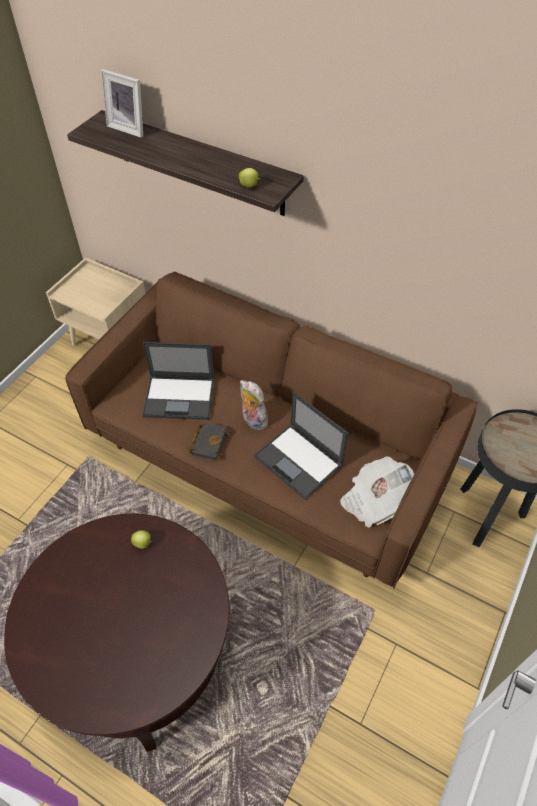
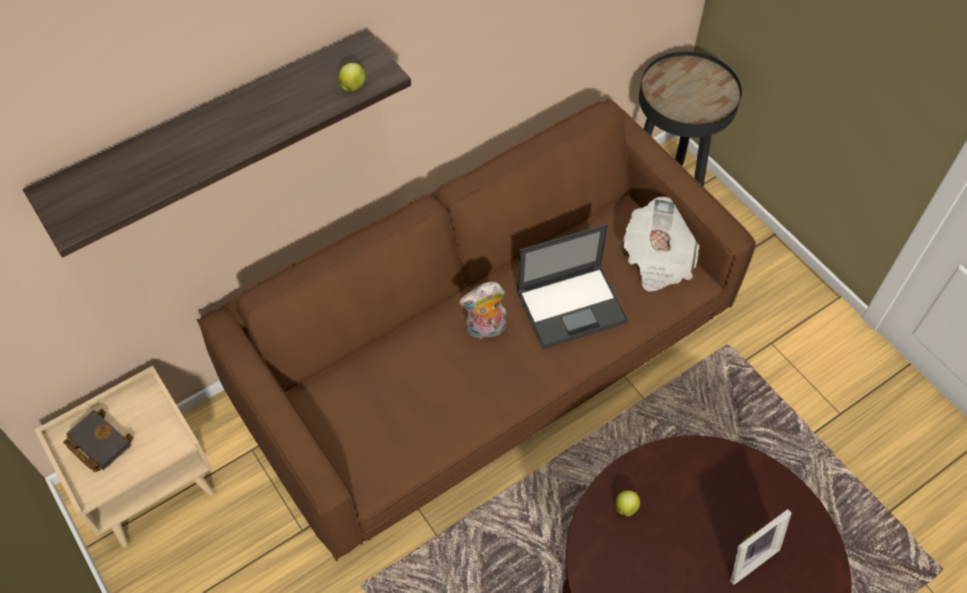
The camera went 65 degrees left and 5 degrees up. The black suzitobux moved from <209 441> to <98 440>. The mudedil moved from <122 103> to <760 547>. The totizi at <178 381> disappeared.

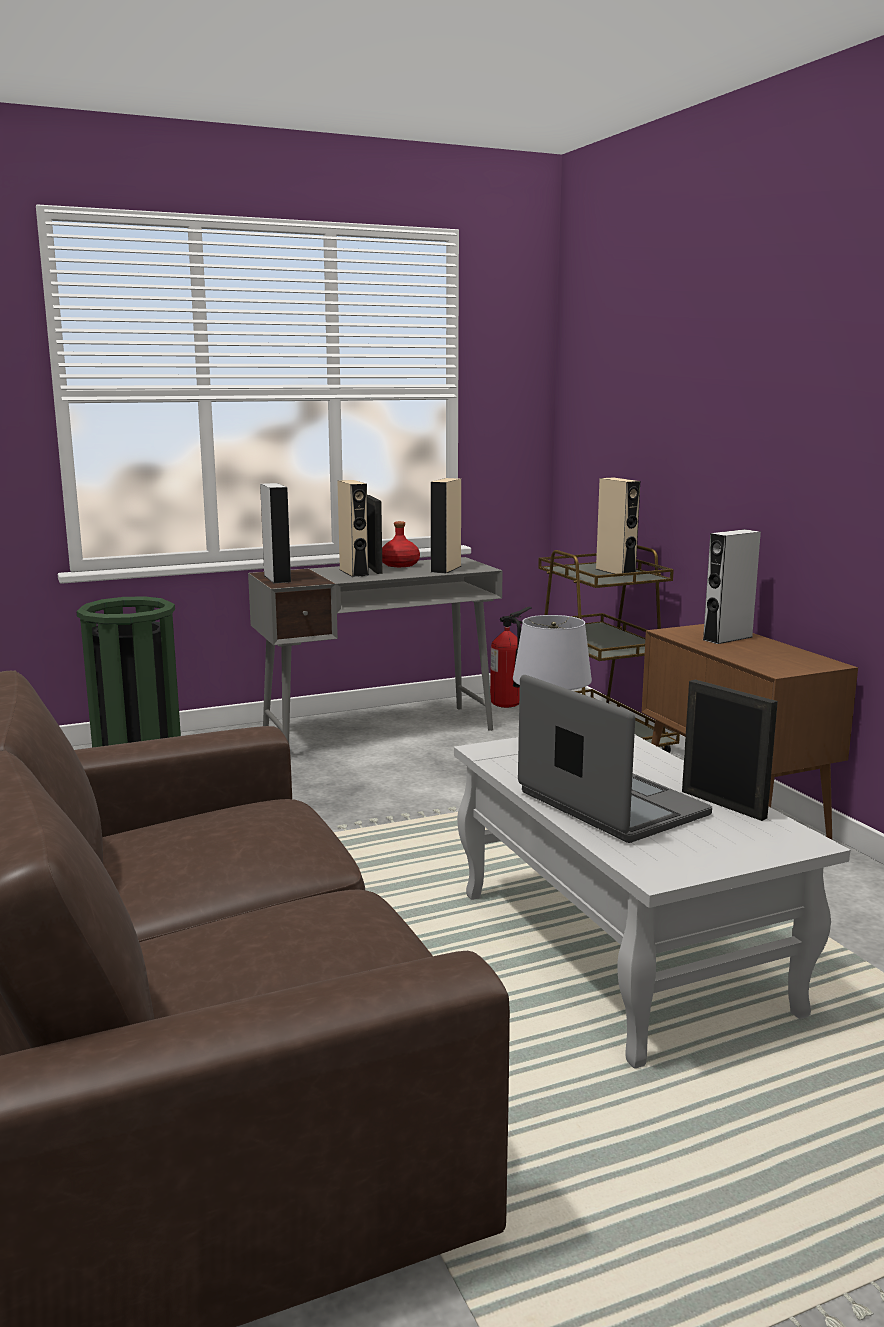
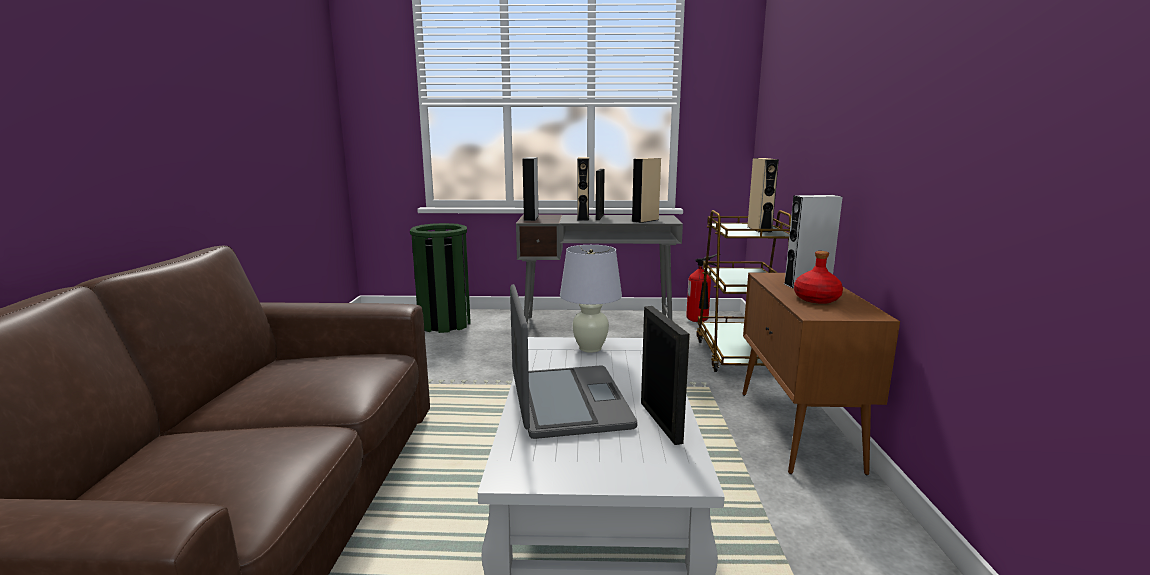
The camera went 25 degrees right and 0 degrees up. The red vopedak moved from <401 544> to <818 277>.

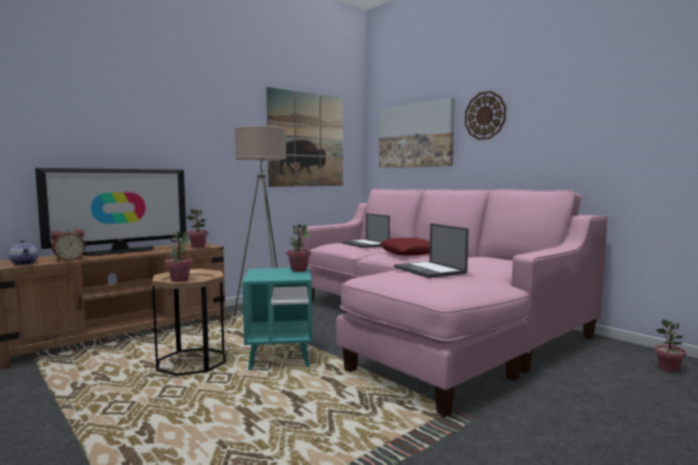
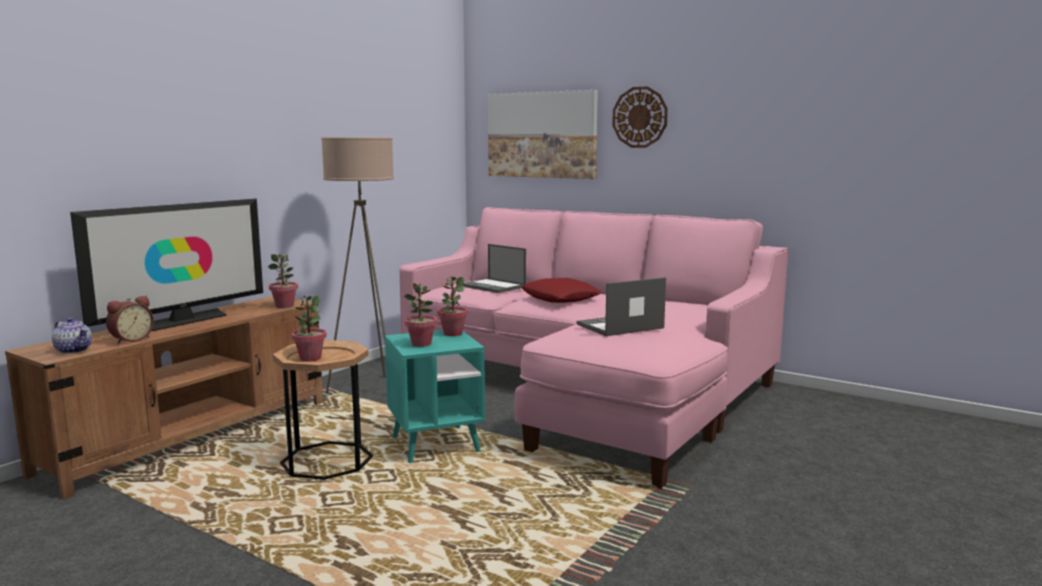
The camera went 15 degrees left and 5 degrees up. The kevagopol moved from <670 346> to <420 315>. The totizi at <431 250> turned 105 degrees clockwise. The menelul at <304 137> disappeared.

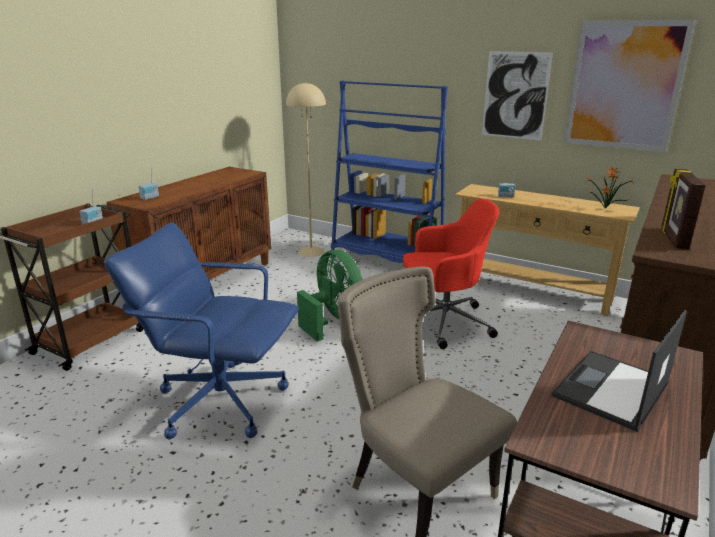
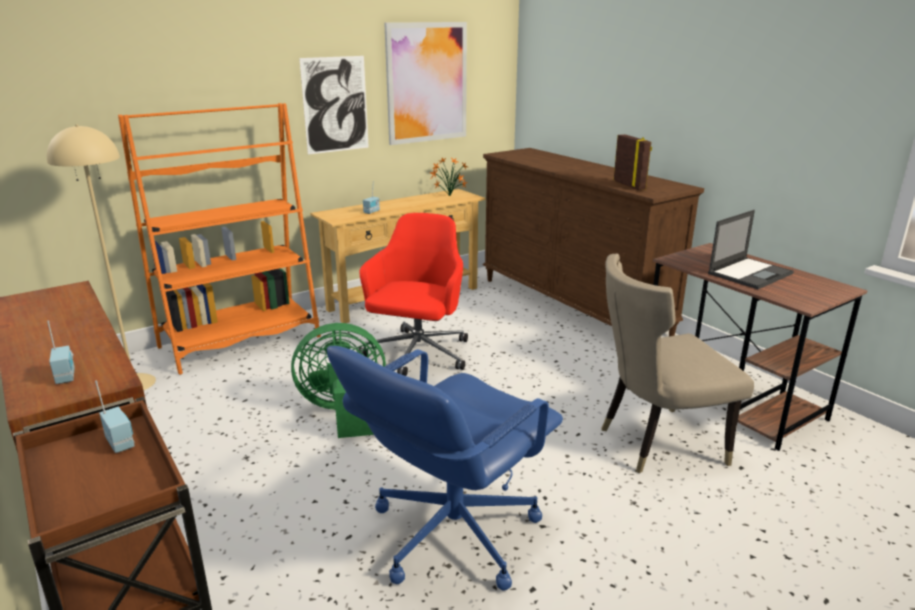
The camera went 65 degrees left and 0 degrees up. The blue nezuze at <389 171> became the orange nezuze at <219 239>. The mudedil at <683 209> turned 150 degrees counterclockwise. The totizi at <619 370> turned 105 degrees counterclockwise.

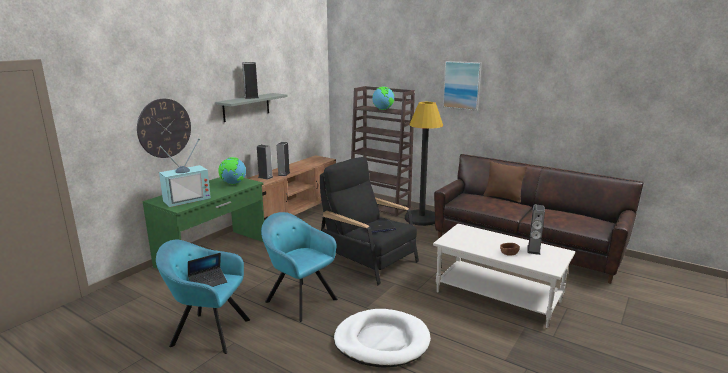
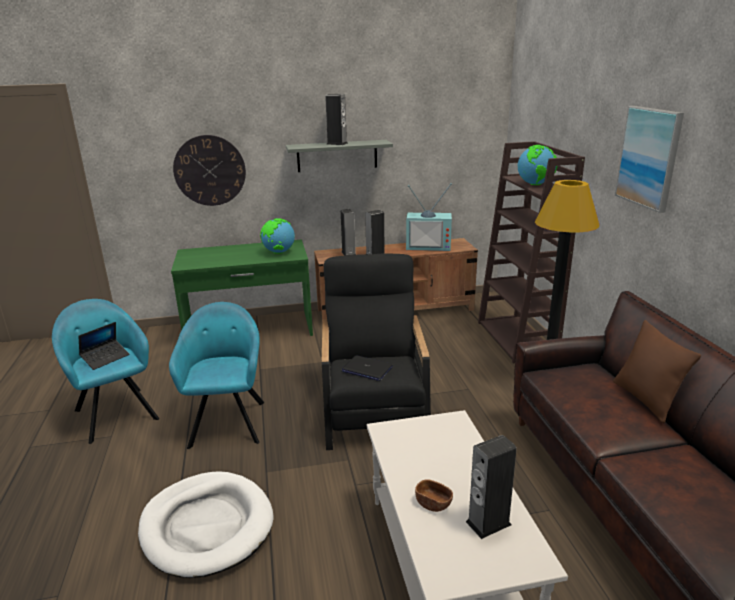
The camera went 45 degrees right and 5 degrees up. The totizi at <207 270> turned 60 degrees counterclockwise. The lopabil moved from <185 172> to <429 217>.

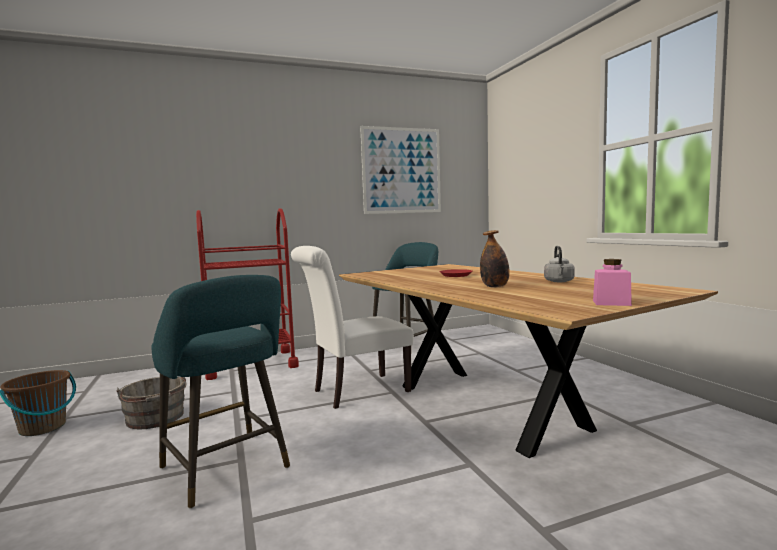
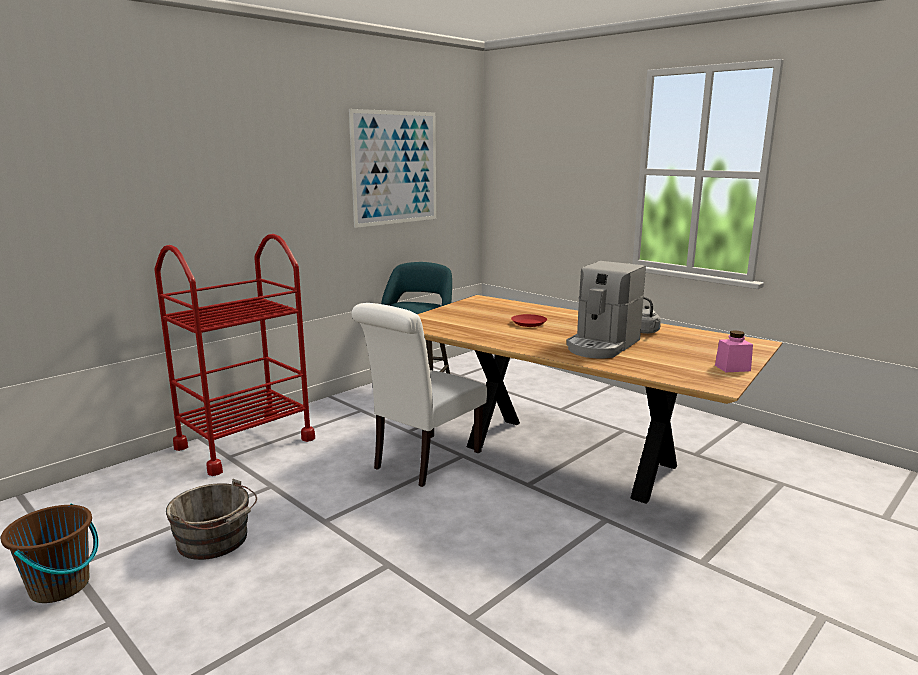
The camera went 25 degrees left and 10 degrees up. The vopedak at <495 259> was replaced by the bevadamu at <606 309>. The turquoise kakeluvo at <221 392> disappeared.

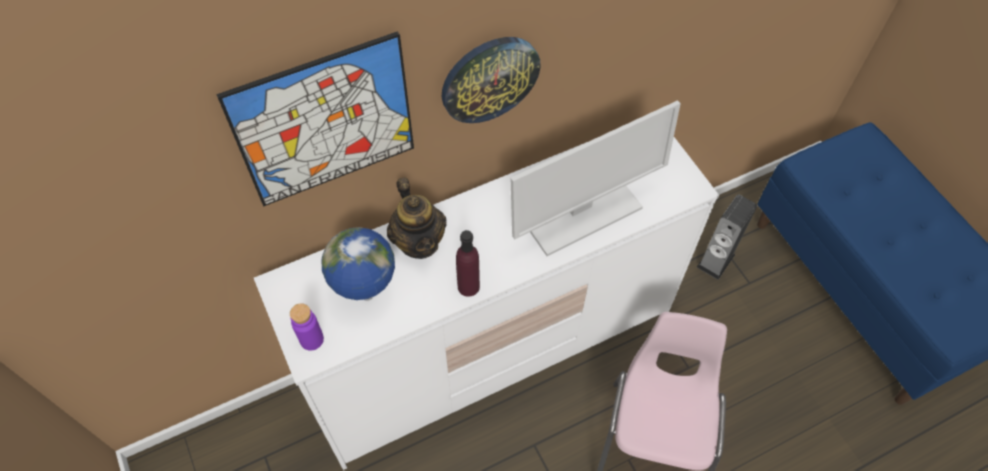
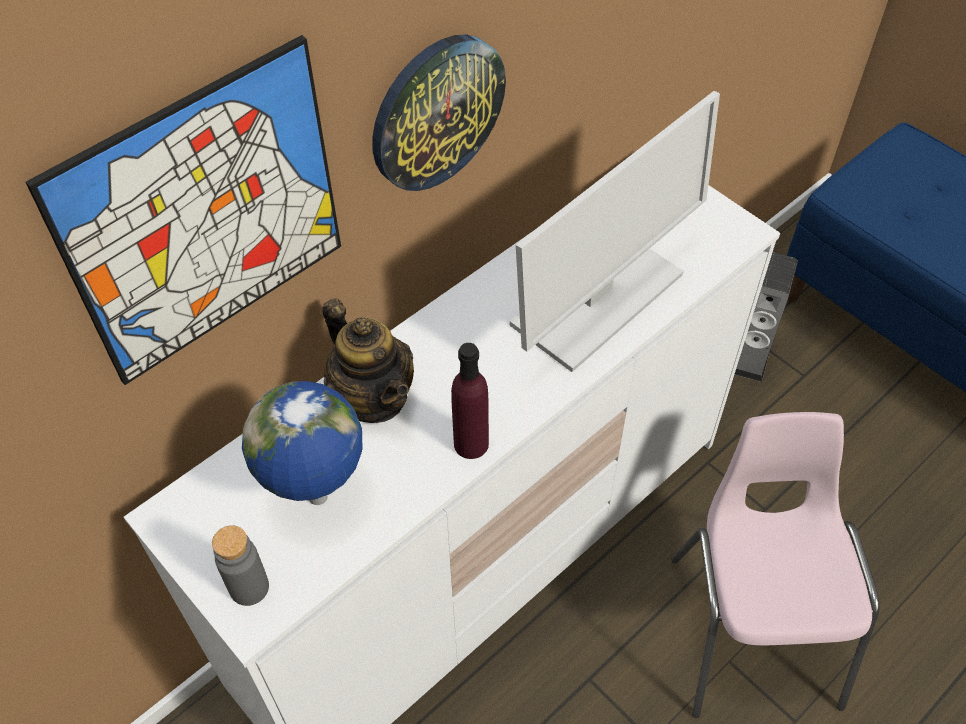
The camera went 15 degrees left and 5 degrees down. The purple vopedak at <307 326> became the grey vopedak at <240 565>.

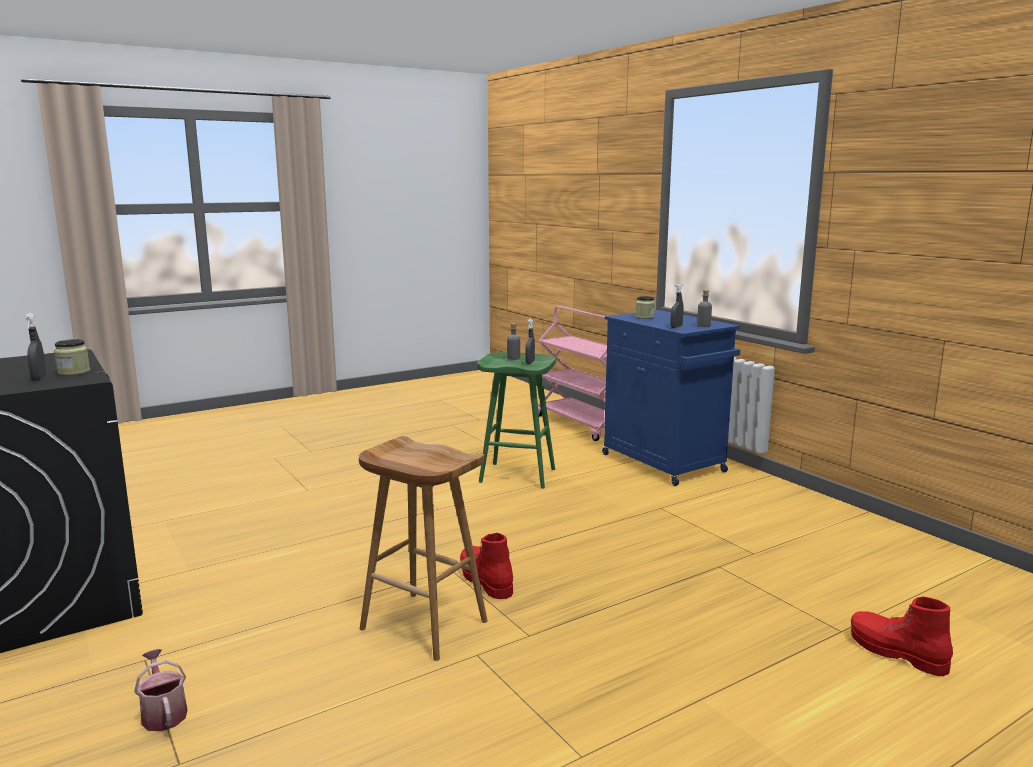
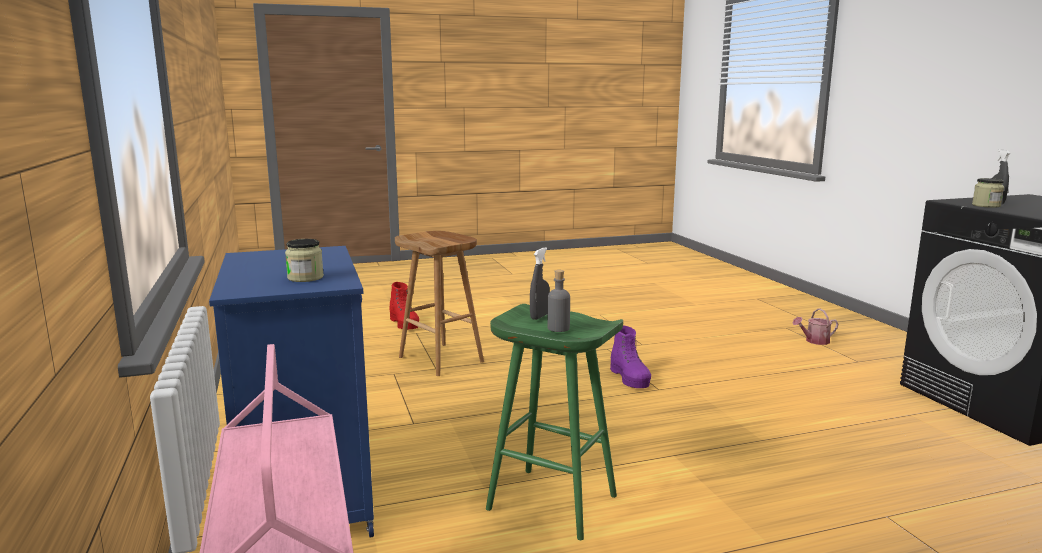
The camera went 165 degrees left and 0 degrees up. The brown kakeluvo moved from <423 548> to <439 303>. The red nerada at <486 566> became the purple nerada at <630 356>. The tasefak at <161 690> turned 90 degrees clockwise. The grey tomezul at <677 305> disappeared. The grey vopedak at <704 308> disappeared.

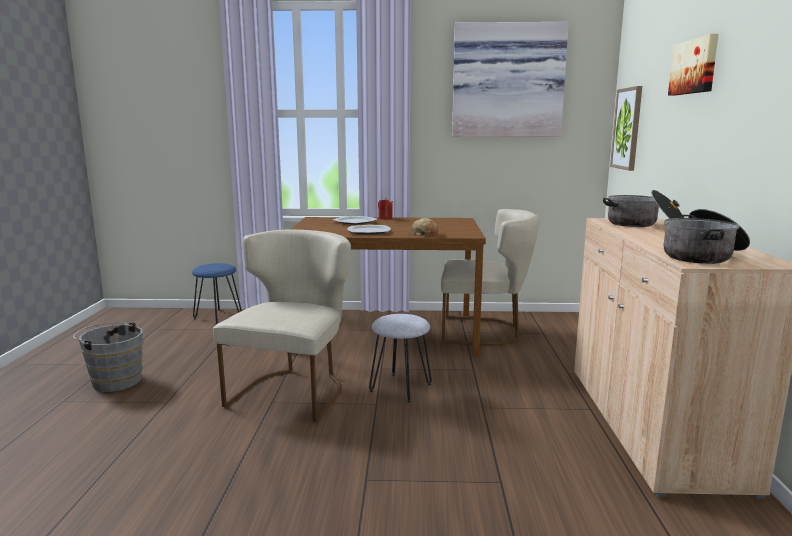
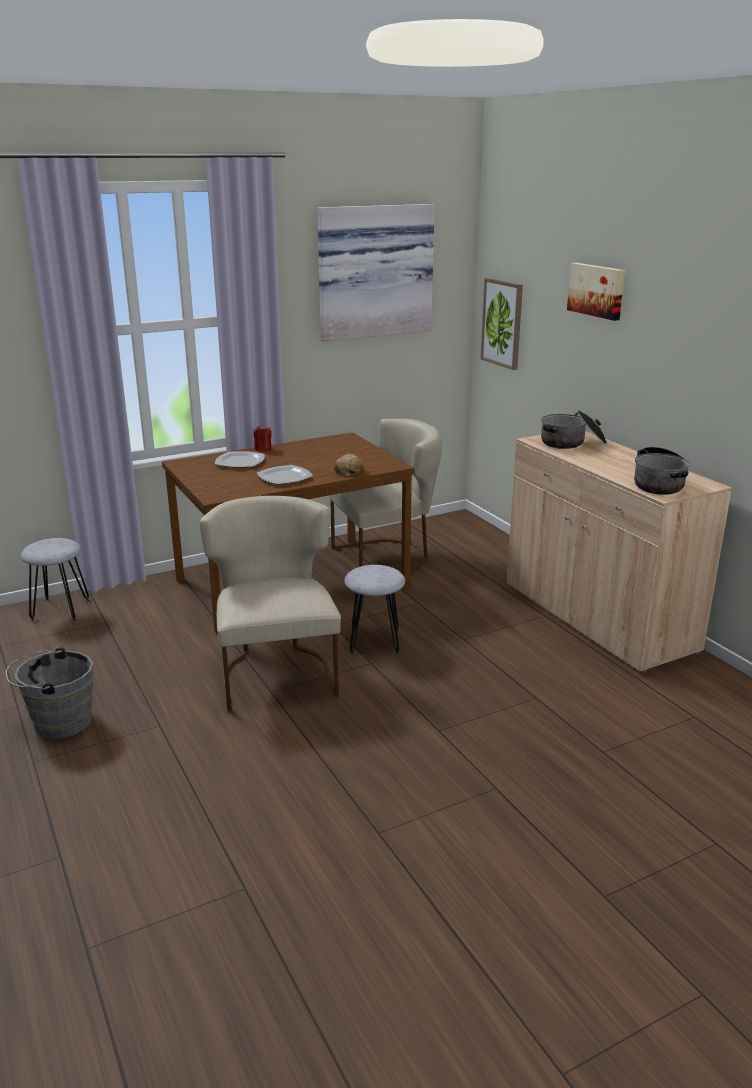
The camera went 30 degrees left and 10 degrees up. The blue kakeluvo at <217 294> became the grey kakeluvo at <55 579>.

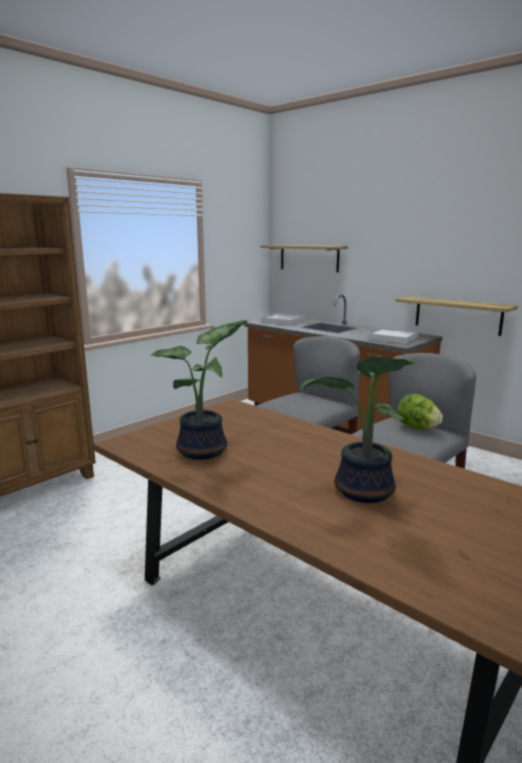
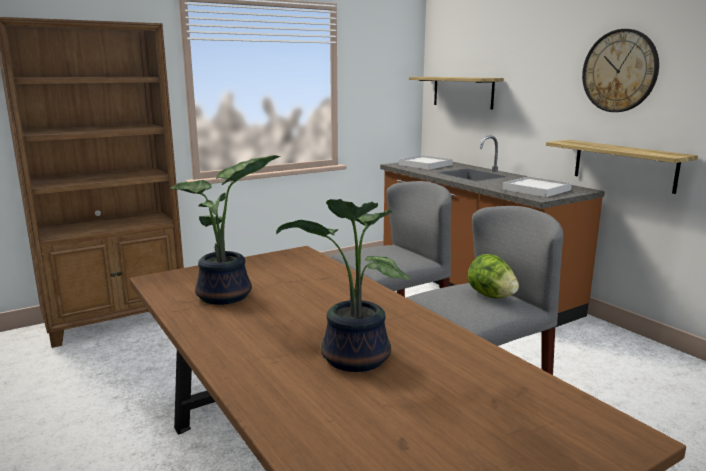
The camera went 15 degrees right and 0 degrees up. The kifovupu at <620 70> appeared.

